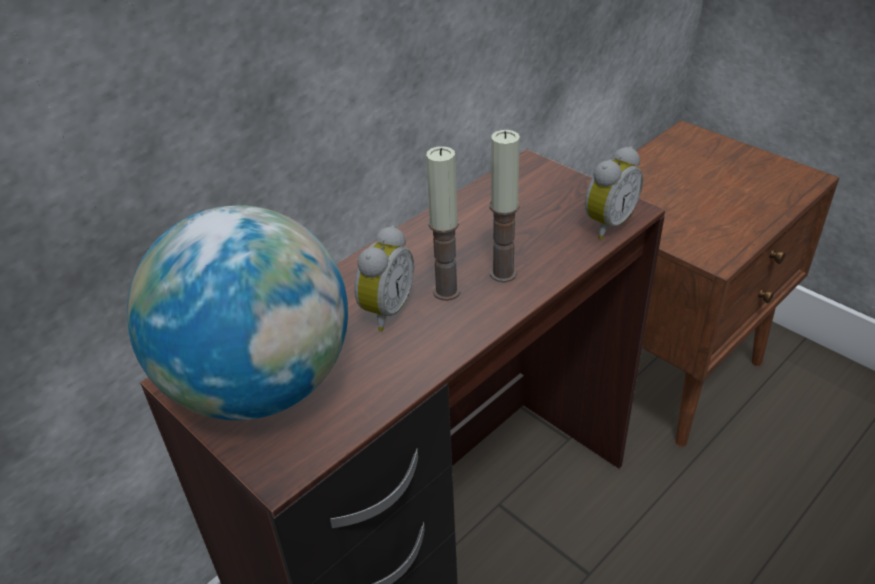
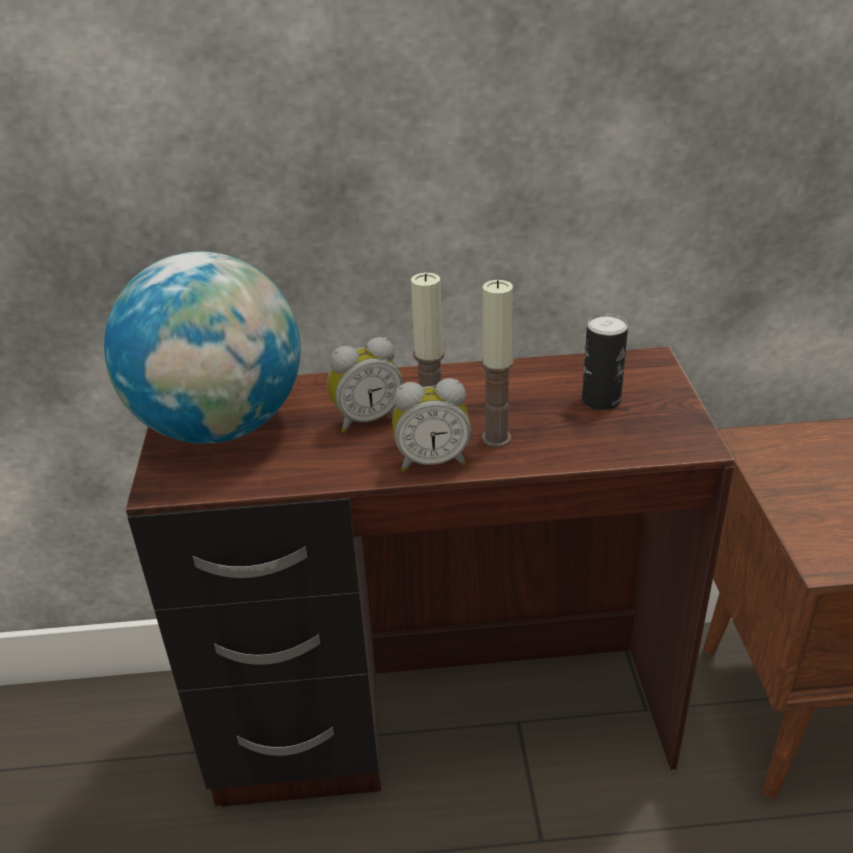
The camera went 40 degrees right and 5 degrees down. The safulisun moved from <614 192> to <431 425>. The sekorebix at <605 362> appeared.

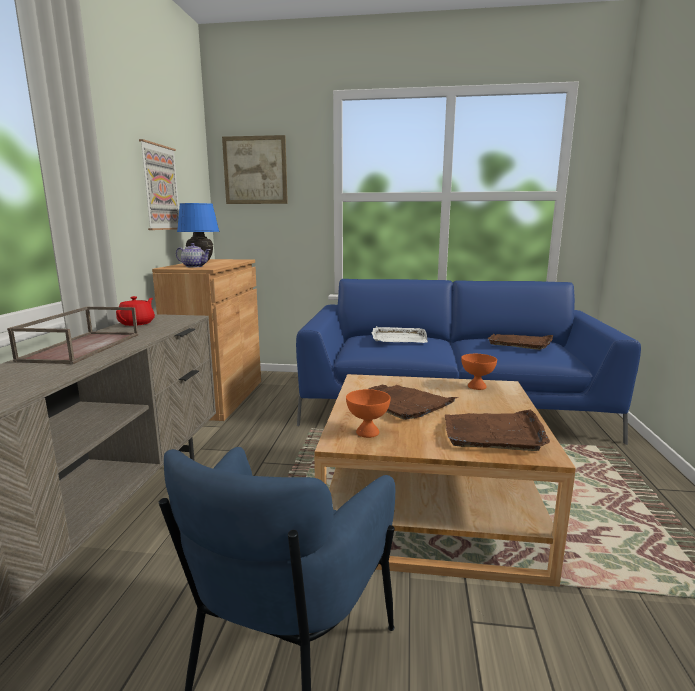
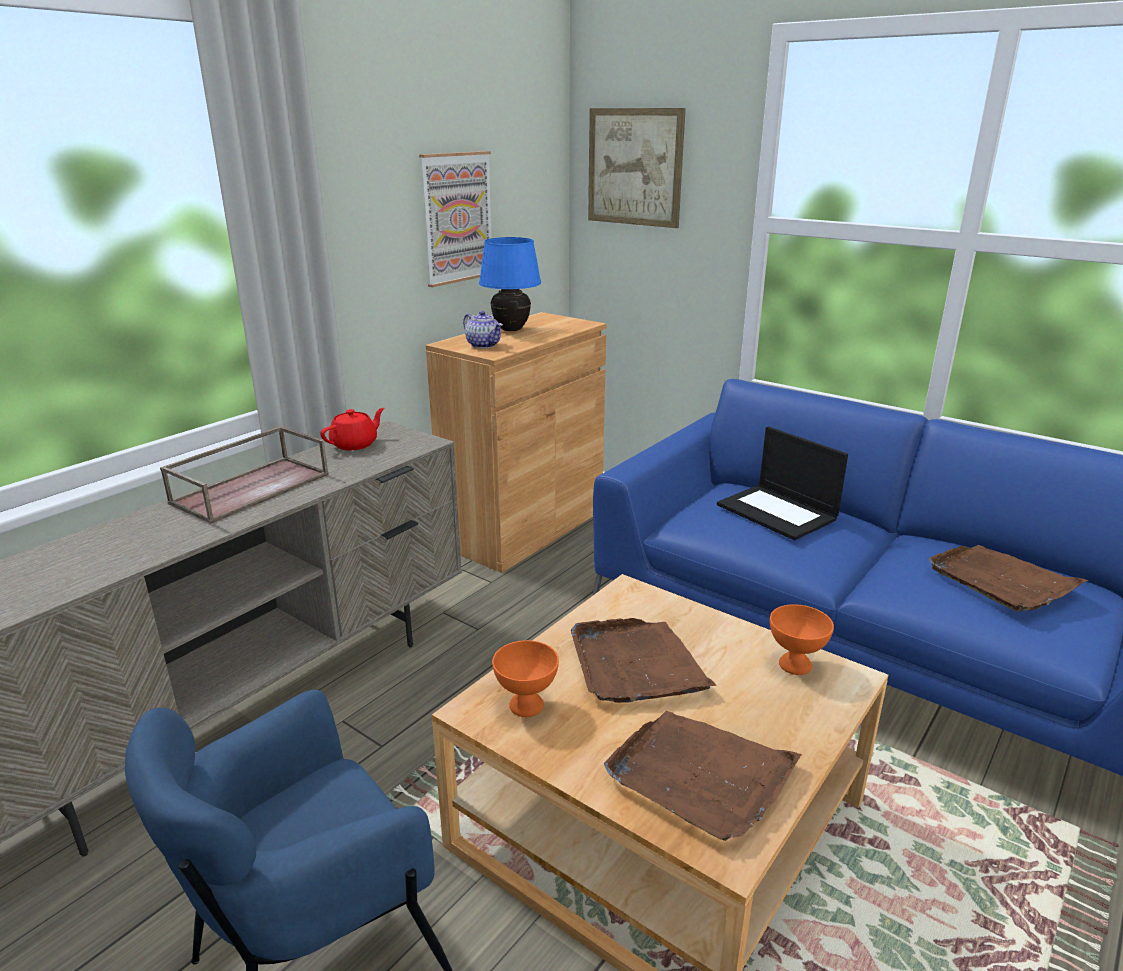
The camera went 30 degrees right and 10 degrees up. The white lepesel at <400 334> was replaced by the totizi at <782 483>.

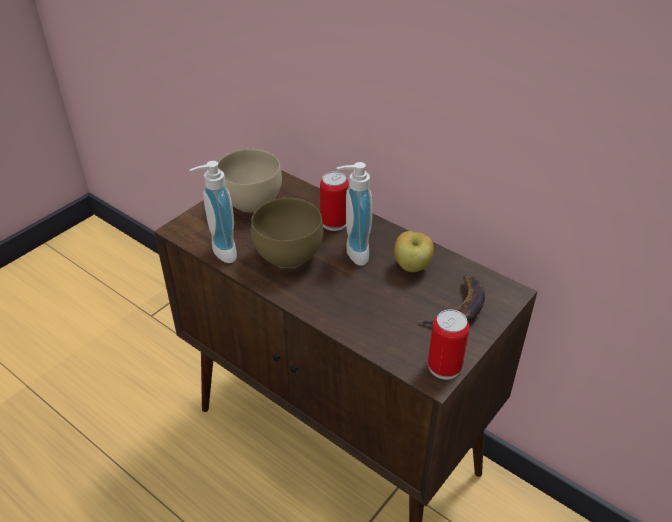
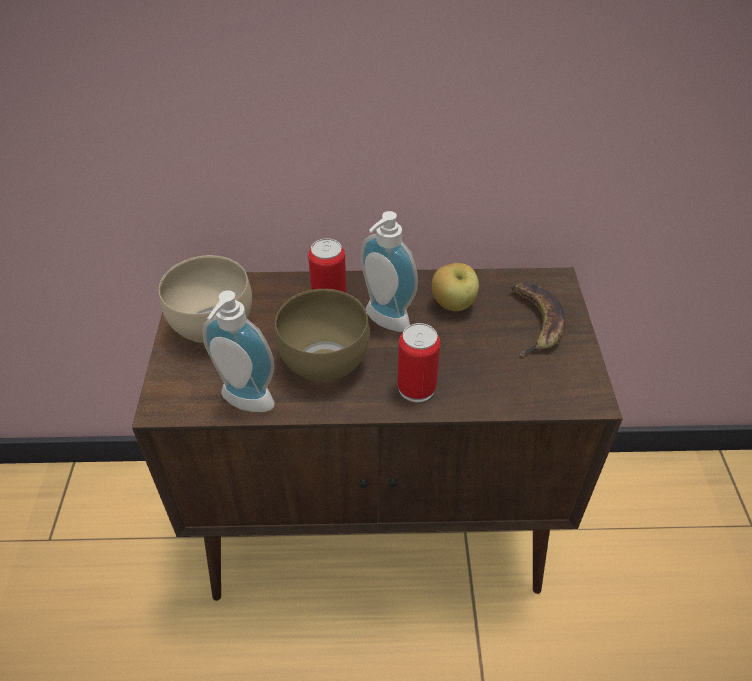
The camera went 40 degrees left and 5 degrees up. The sekorebix moved from <448 344> to <418 363>.

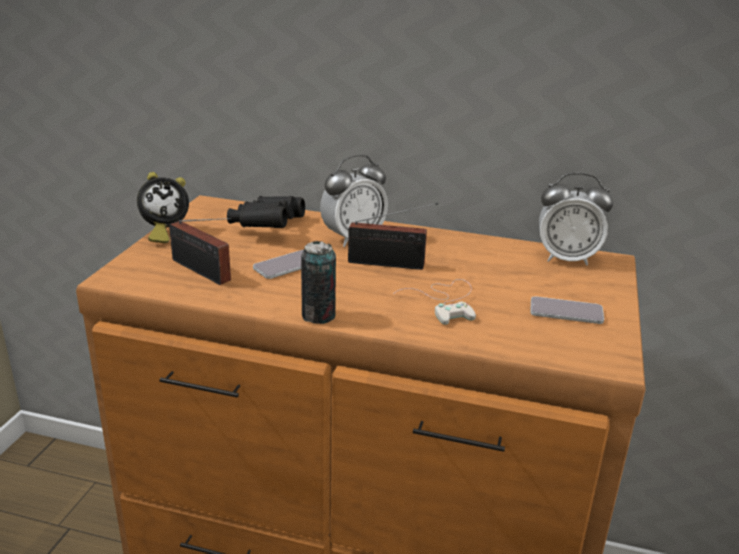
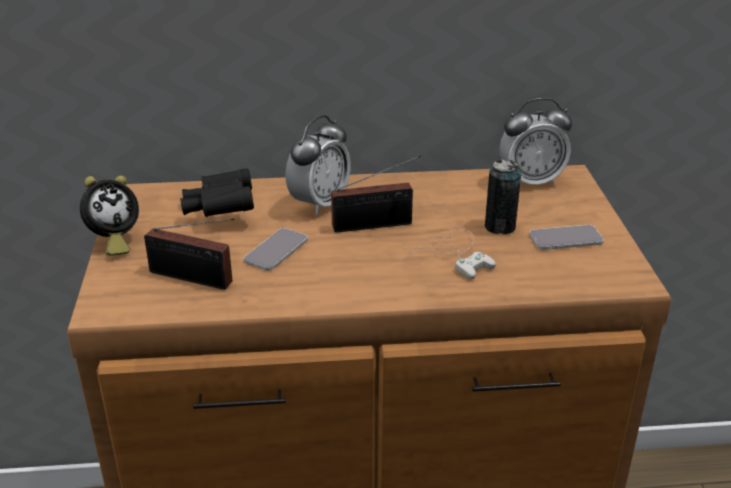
The camera went 20 degrees left and 5 degrees up. The sekorebix moved from <318 282> to <503 196>.

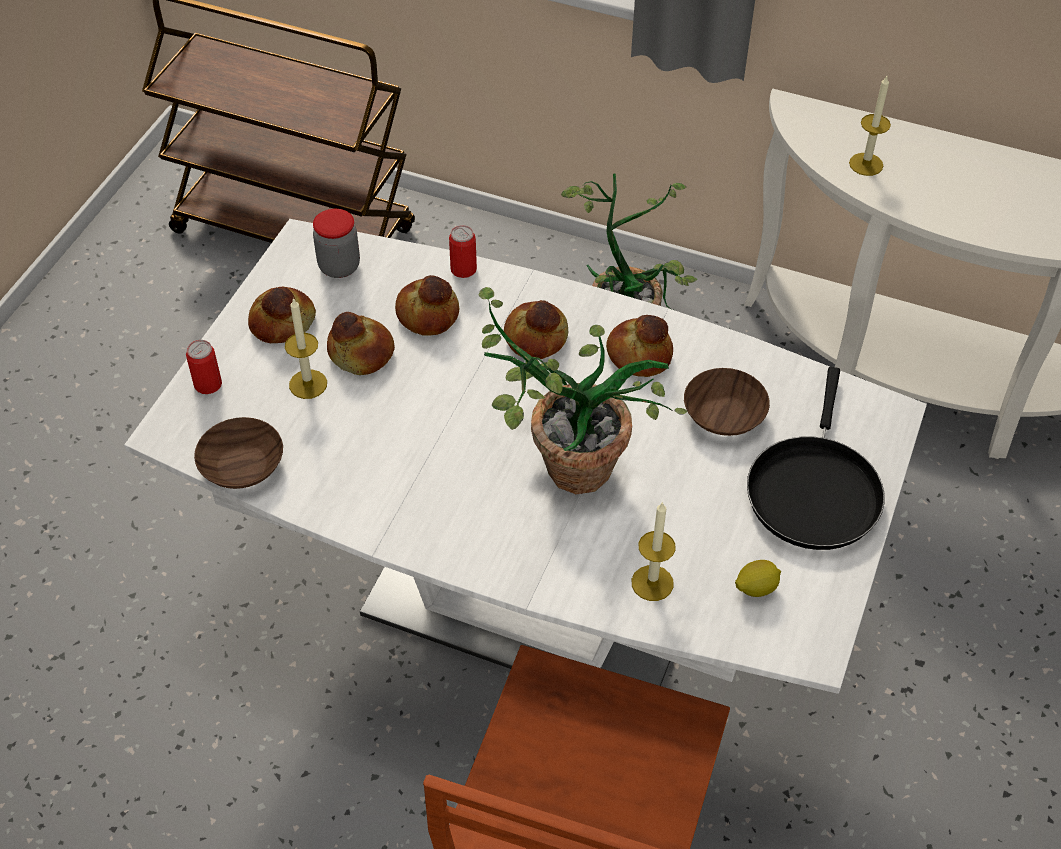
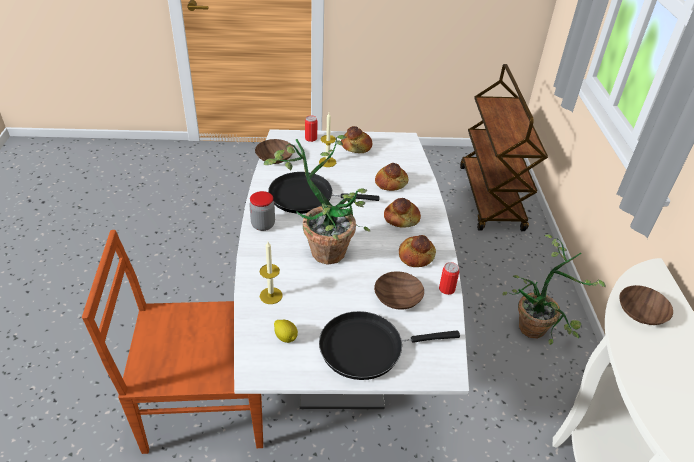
The camera went 65 degrees right and 10 degrees down. The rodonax moved from <336 243> to <262 211>. The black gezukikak at <324 193> appeared. The sekorebix moved from <463 251> to <449 278>. The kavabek at <870 126> was replaced by the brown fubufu at <646 305>. The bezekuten at <361 343> disappeared.

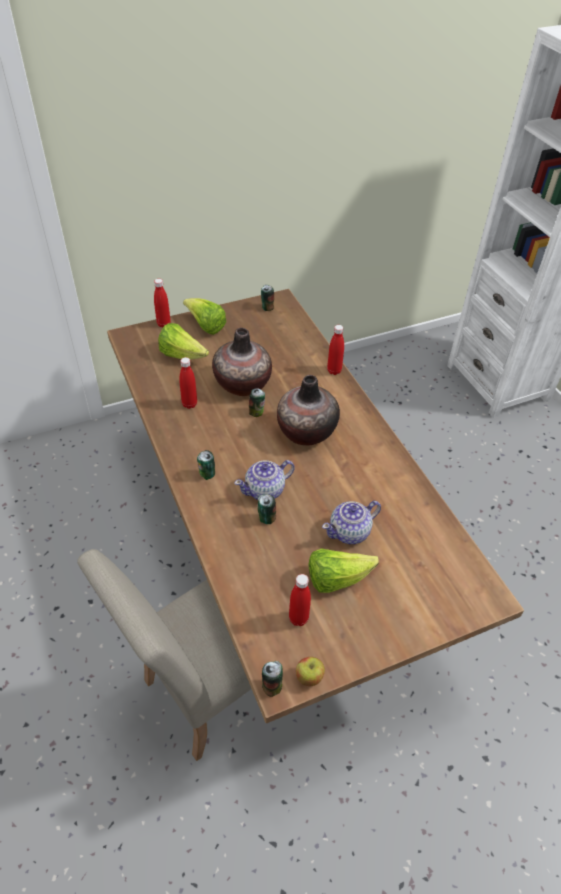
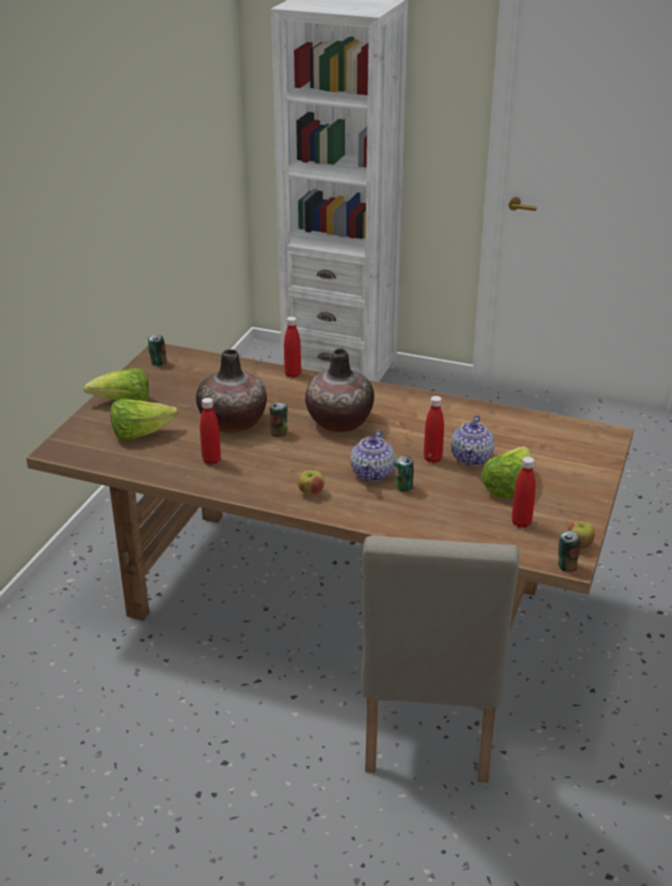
The camera went 45 degrees left and 15 degrees down. The sekorebix at <206 465> was replaced by the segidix at <311 482>. The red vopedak moved from <162 303> to <434 429>.

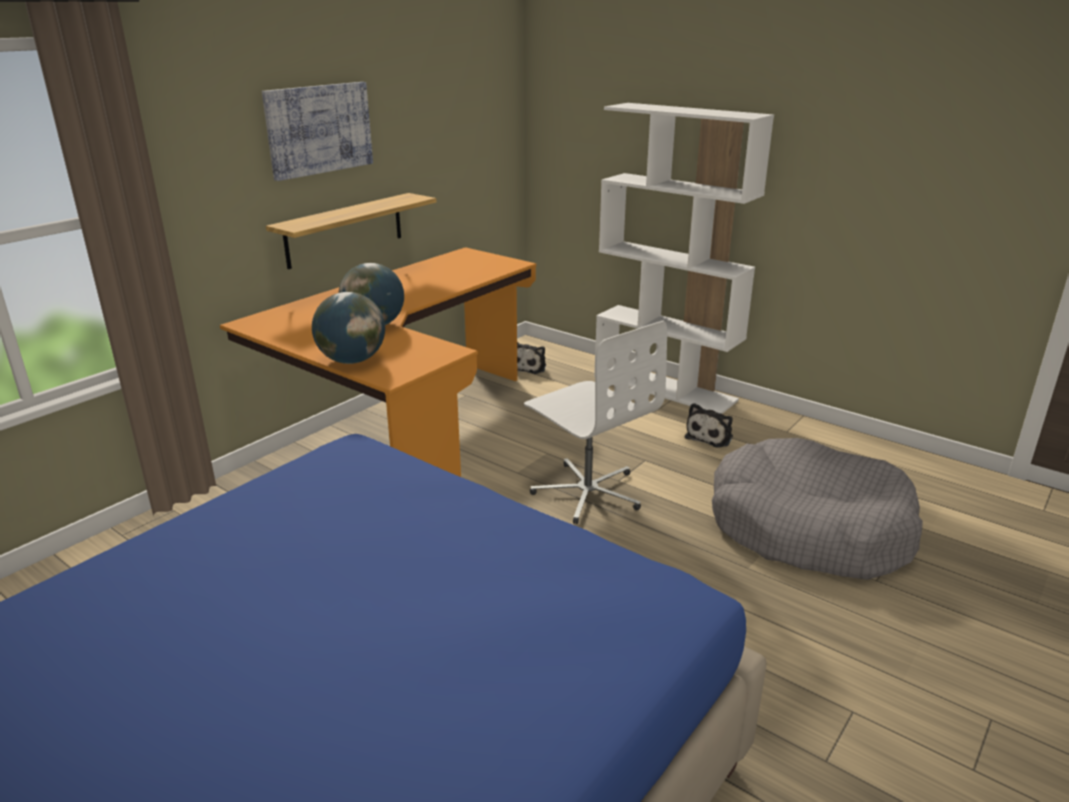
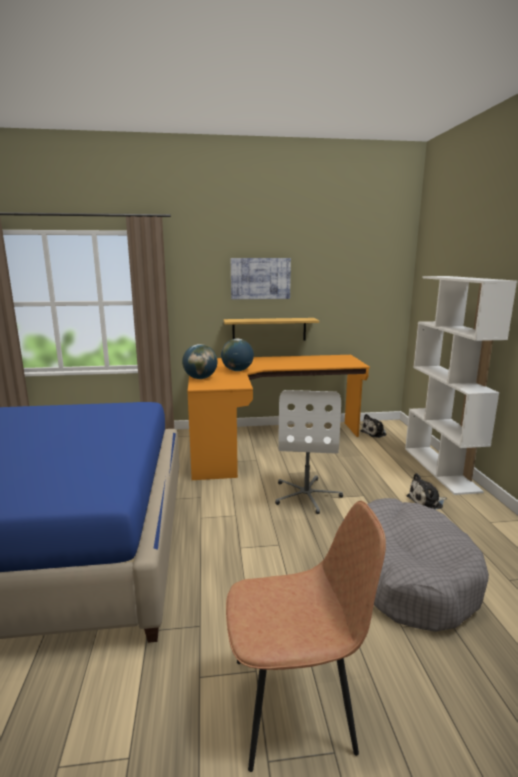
The camera went 45 degrees right and 10 degrees down. The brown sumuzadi at <306 636> appeared.

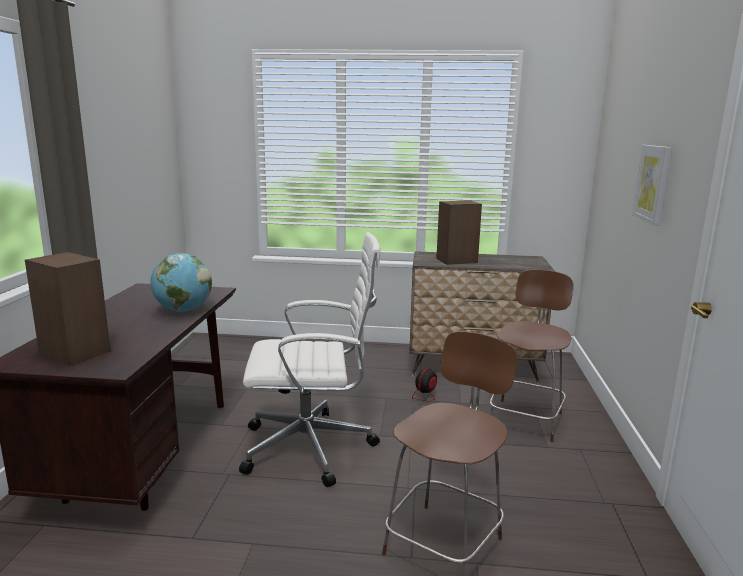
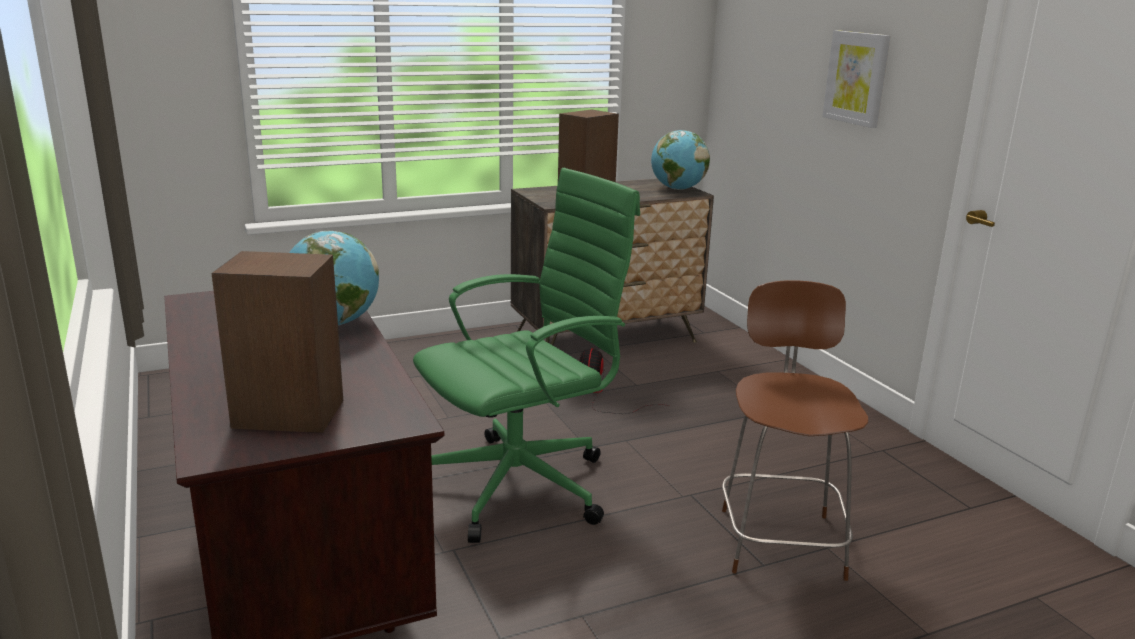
The camera went 30 degrees left and 5 degrees up. The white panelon at <309 359> became the green panelon at <526 355>. The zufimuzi at <680 160> appeared. The brown sumuzadi at <531 356> disappeared.

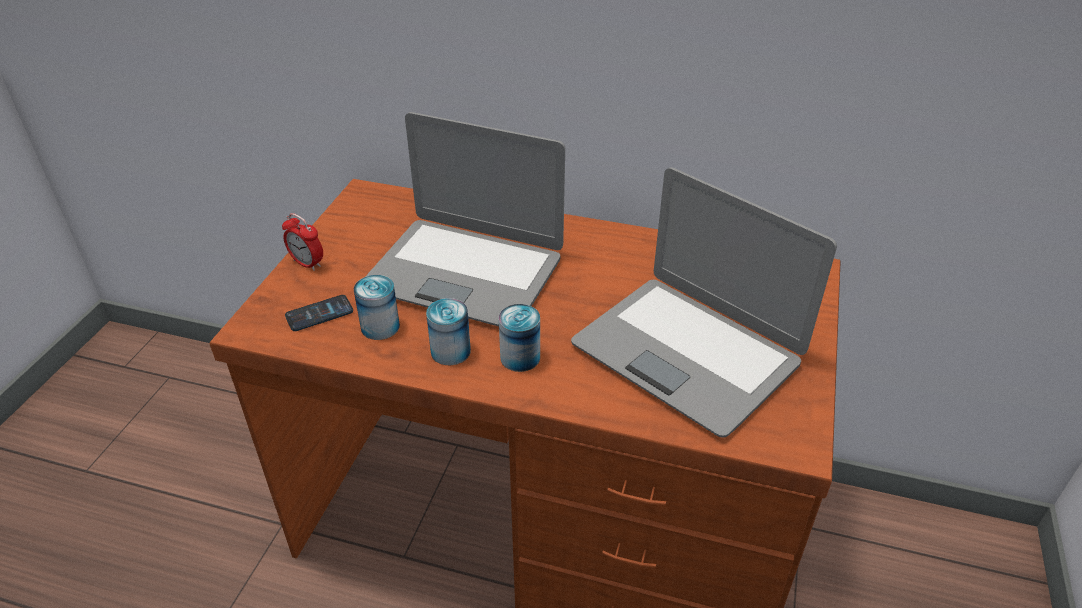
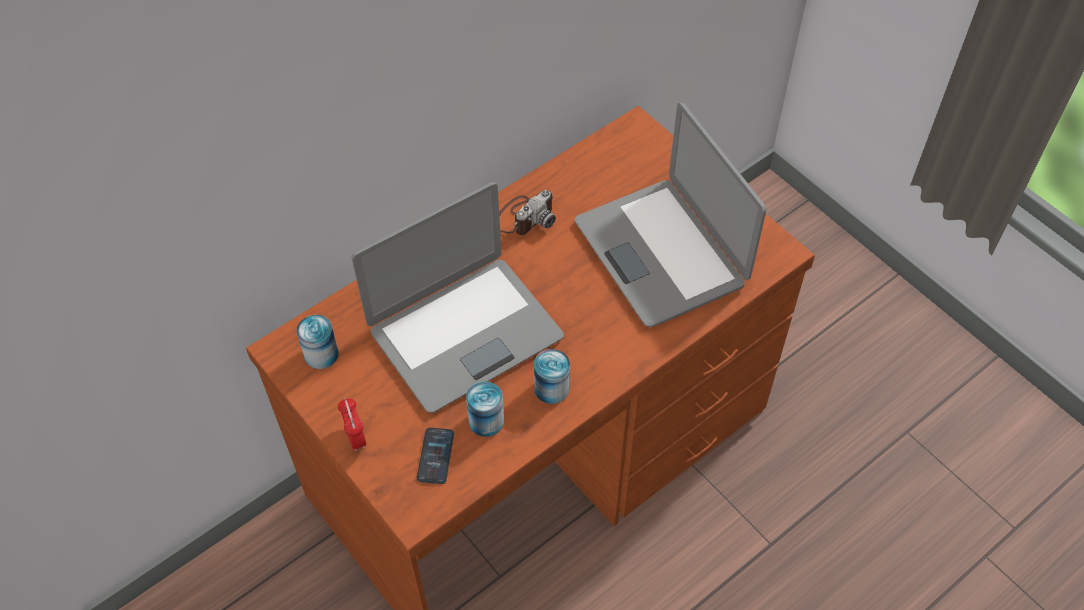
The camera went 55 degrees left and 15 degrees up. The sekorebix moved from <519 338> to <317 342>. The safulisun at <302 242> turned 90 degrees clockwise. The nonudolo at <527 212> appeared. The totizi at <704 302> turned 75 degrees clockwise.

